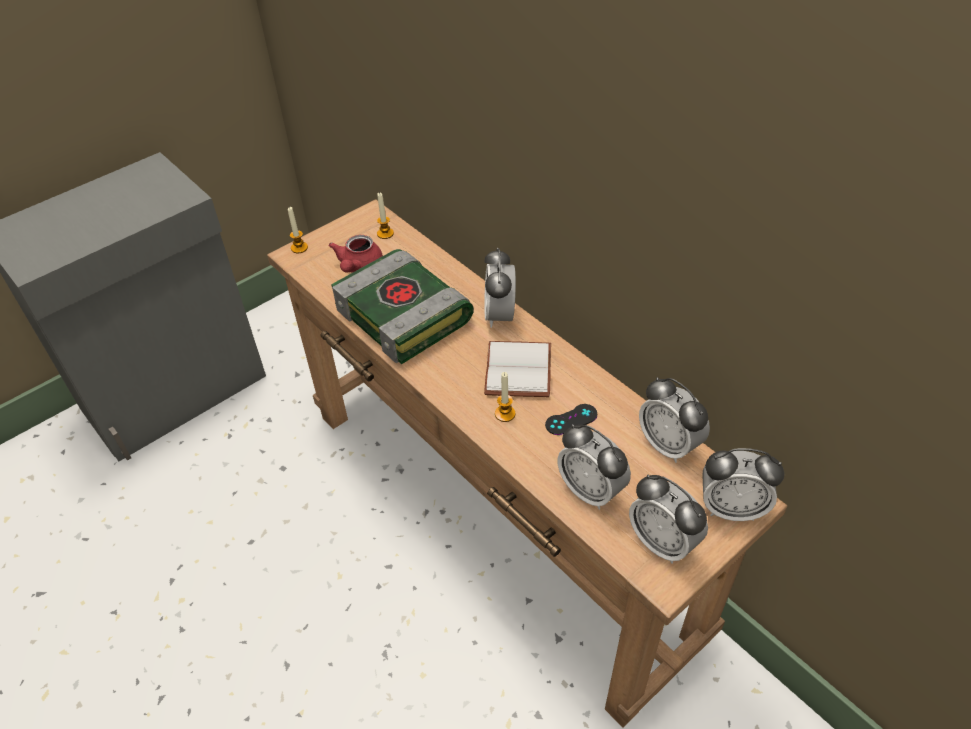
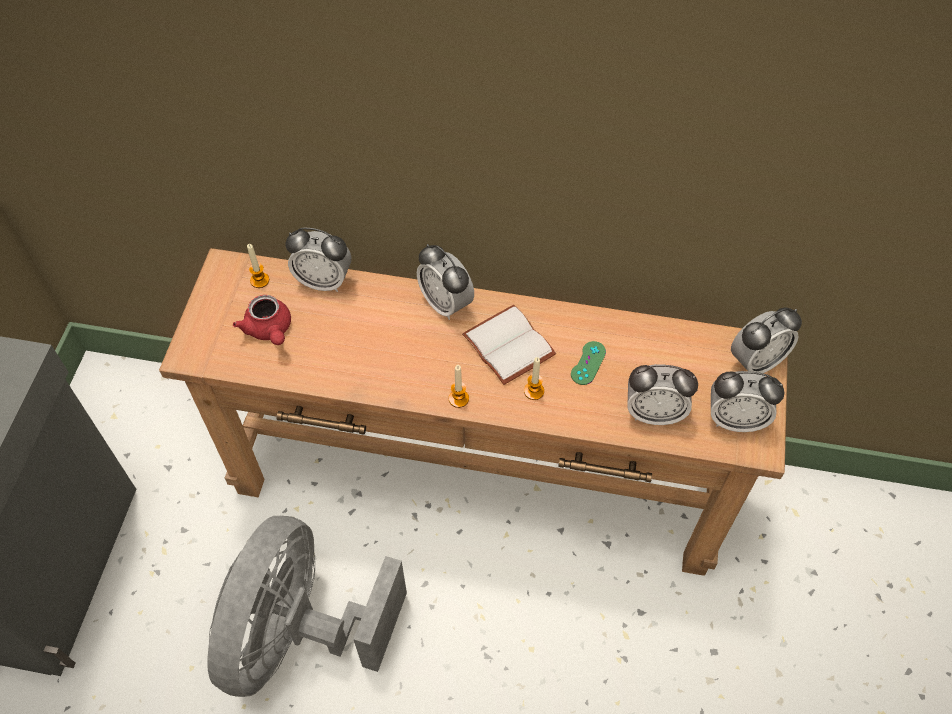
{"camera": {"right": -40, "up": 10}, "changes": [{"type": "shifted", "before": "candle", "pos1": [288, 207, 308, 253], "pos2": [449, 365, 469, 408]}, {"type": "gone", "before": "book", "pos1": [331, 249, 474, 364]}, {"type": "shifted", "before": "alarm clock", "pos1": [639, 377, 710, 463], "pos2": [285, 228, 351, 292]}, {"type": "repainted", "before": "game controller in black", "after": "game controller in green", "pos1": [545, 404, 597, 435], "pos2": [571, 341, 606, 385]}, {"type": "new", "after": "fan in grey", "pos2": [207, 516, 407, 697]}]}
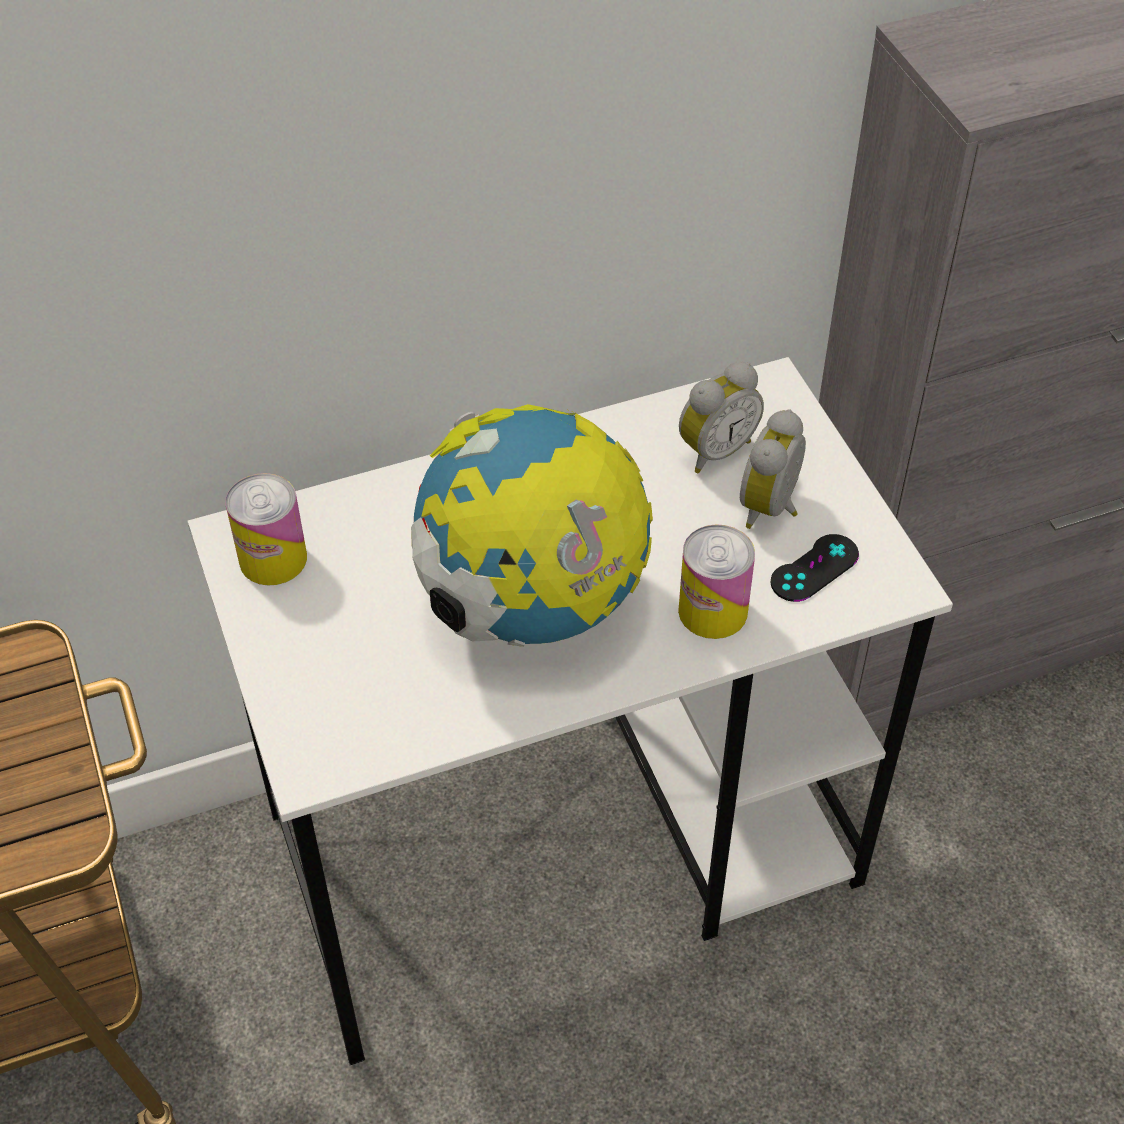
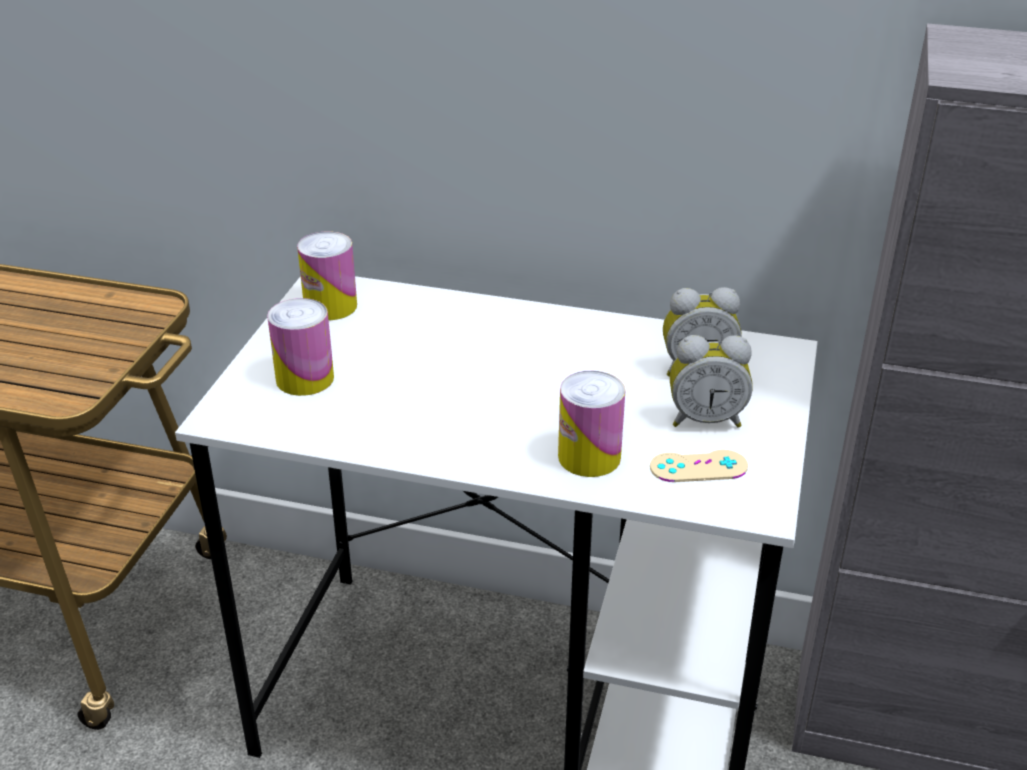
{"camera": {"right": 35, "up": -15}, "changes": [{"type": "gone", "before": "globe", "pos1": [411, 404, 653, 647]}, {"type": "rotated", "before": "alarm clock", "pos1": [740, 409, 806, 529], "pos2": [670, 335, 753, 428], "turn": -150}, {"type": "repainted", "before": "game controller in black", "after": "game controller in beige", "pos1": [770, 534, 859, 602], "pos2": [650, 450, 748, 482]}, {"type": "new", "after": "can", "pos2": [267, 298, 334, 396]}]}
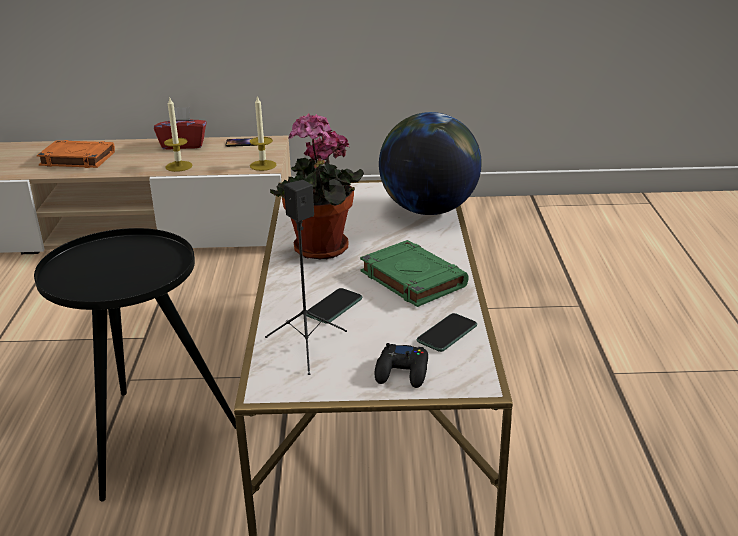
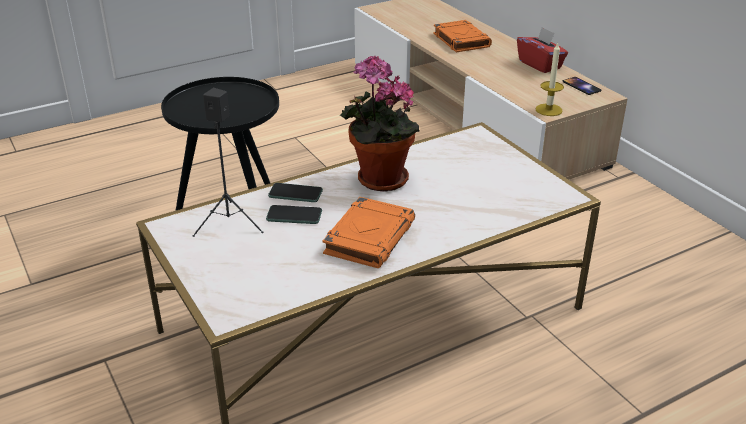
{"camera": {"right": 60, "up": 5}, "changes": [{"type": "gone", "before": "candle", "pos1": [164, 98, 193, 172]}, {"type": "gone", "before": "globe", "pos1": [379, 112, 482, 215]}, {"type": "repainted", "before": "book in green", "after": "book in orange", "pos1": [360, 240, 469, 307], "pos2": [322, 197, 415, 268]}, {"type": "shifted", "before": "phone", "pos1": [417, 313, 477, 352], "pos2": [268, 183, 323, 202]}, {"type": "gone", "before": "game controller in black", "pos1": [374, 343, 428, 388]}]}
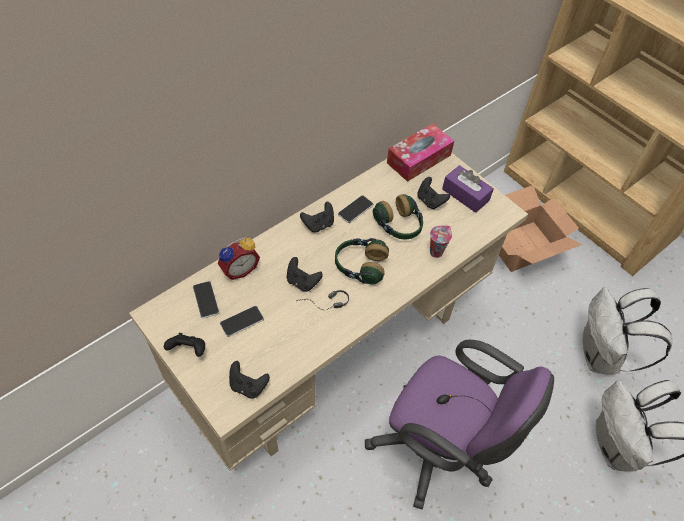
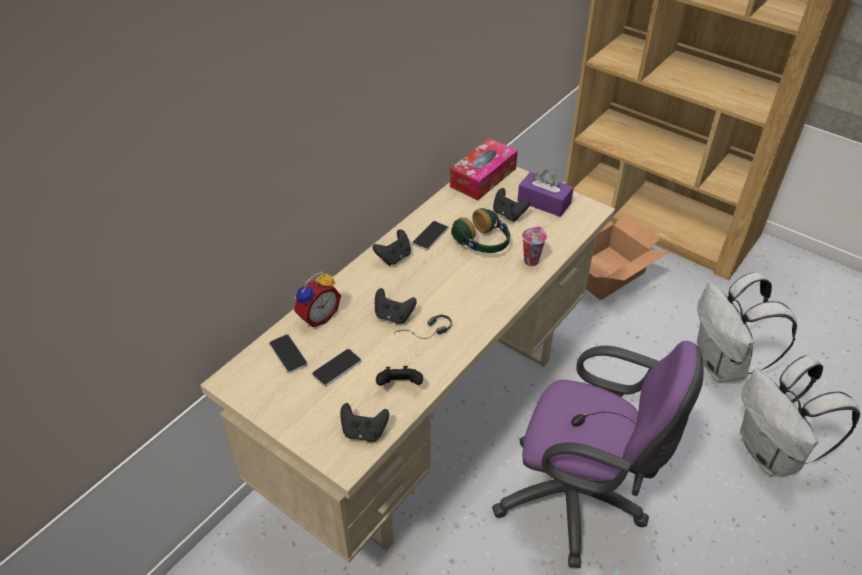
{"camera": {"right": -10, "up": -10}, "changes": [{"type": "gone", "before": "headphones", "pos1": [335, 238, 389, 285]}, {"type": "shifted", "before": "game controller in black", "pos1": [164, 333, 205, 357], "pos2": [376, 366, 423, 386]}]}
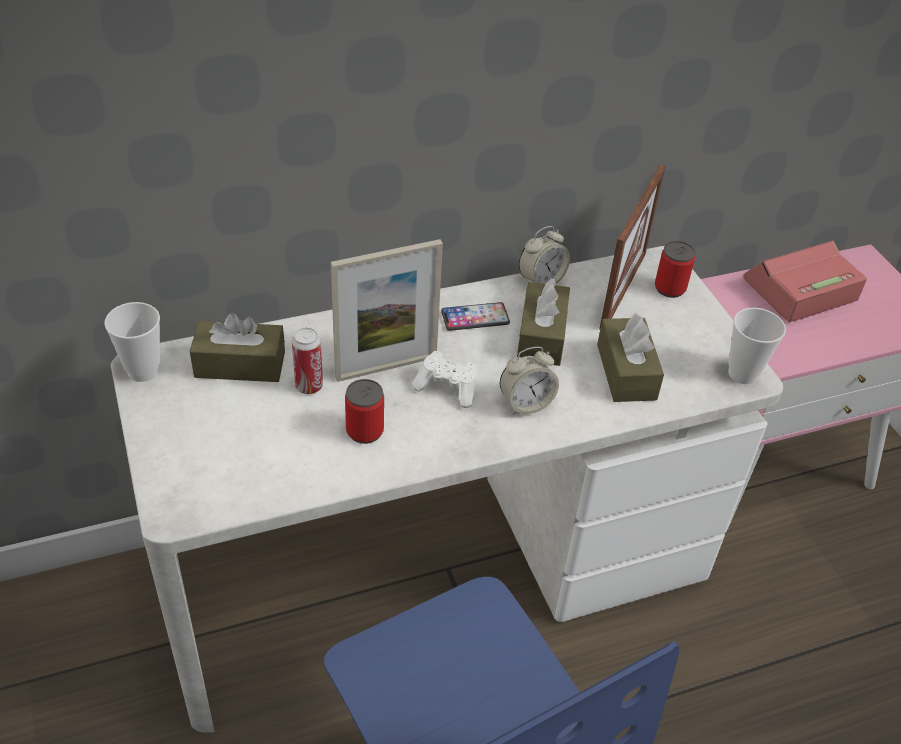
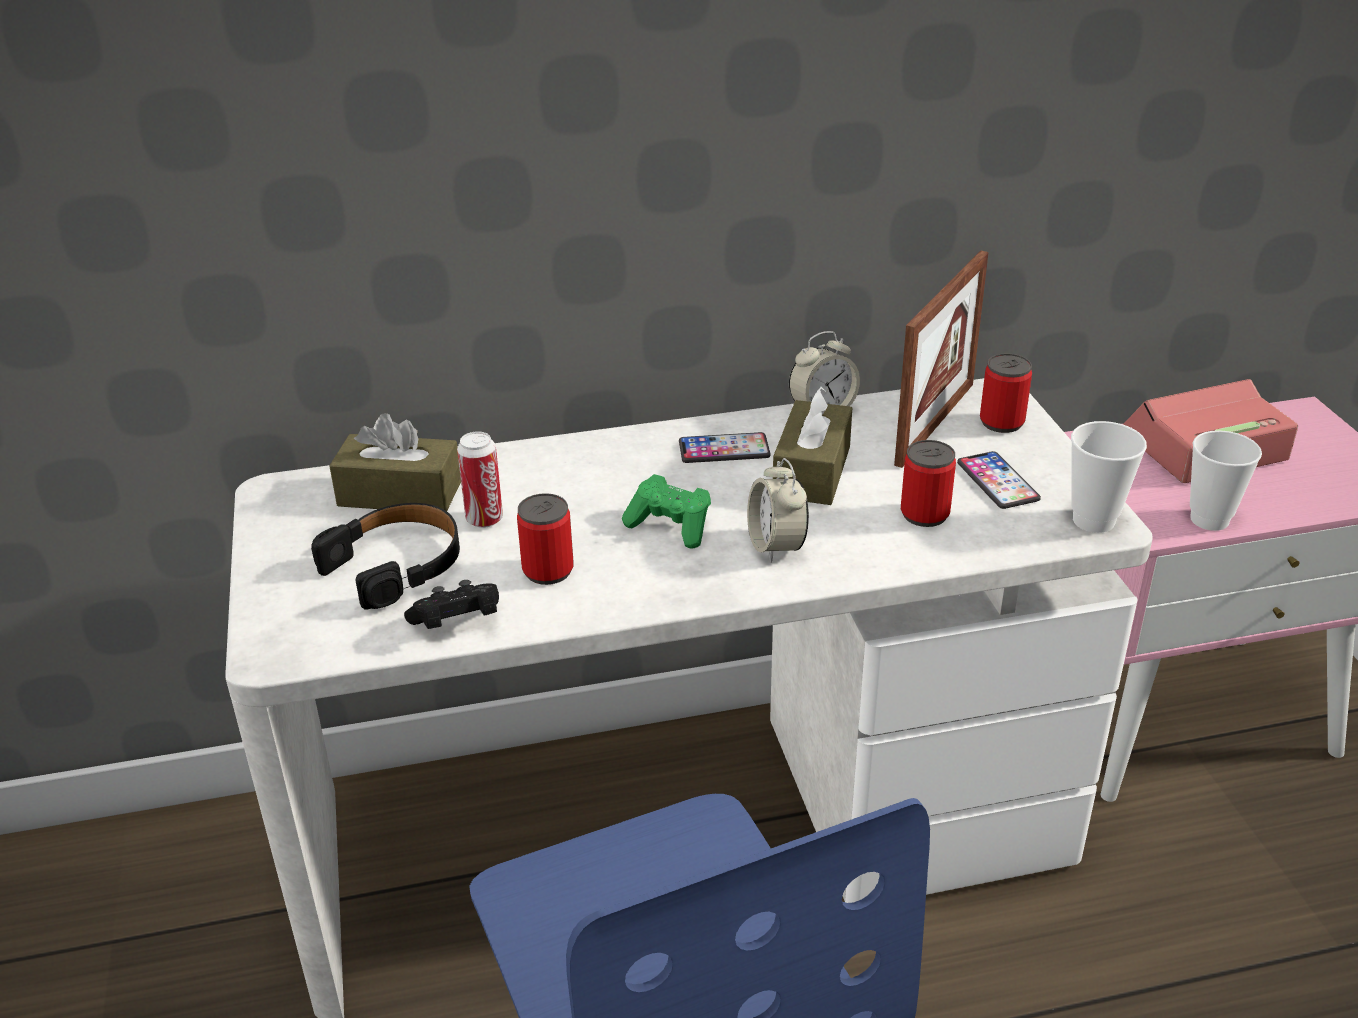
{"camera": {"right": 10, "up": -10}, "changes": [{"type": "gone", "before": "picture frame", "pos1": [331, 239, 443, 382]}, {"type": "shifted", "before": "cup", "pos1": [104, 302, 160, 382], "pos2": [1190, 430, 1262, 531]}, {"type": "swapped", "before": "tissue box in brown", "after": "can", "pos1": [597, 313, 664, 402], "pos2": [901, 440, 956, 527]}, {"type": "rotated", "before": "alarm clock", "pos1": [500, 347, 559, 415], "pos2": [747, 458, 809, 563], "turn": 90}, {"type": "repainted", "before": "game controller in white", "after": "game controller in green", "pos1": [412, 351, 477, 408], "pos2": [622, 474, 711, 549]}, {"type": "new", "after": "phone", "pos2": [957, 451, 1041, 509]}, {"type": "new", "after": "headphones in black", "pos2": [311, 503, 460, 610]}, {"type": "new", "after": "game controller in black", "pos2": [404, 580, 499, 629]}]}
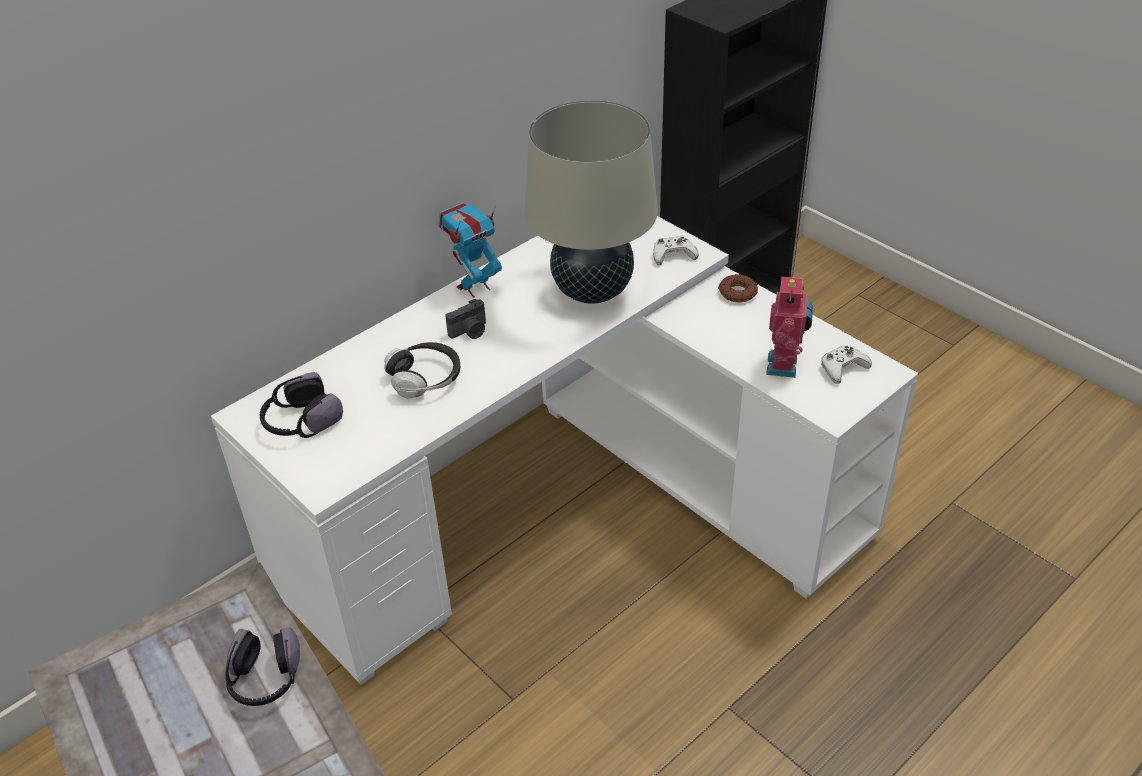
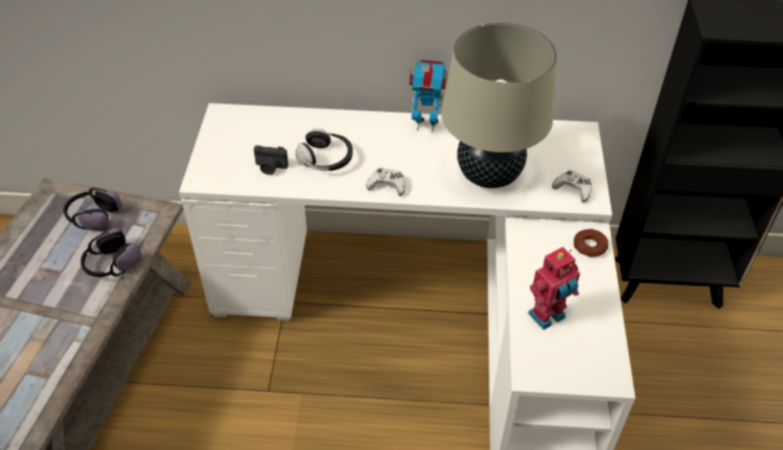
{"camera": {"right": 45, "up": 5}, "changes": [{"type": "shifted", "before": "photo camera", "pos1": [445, 299, 486, 339], "pos2": [254, 145, 288, 175]}, {"type": "shifted", "before": "game controller in white", "pos1": [821, 345, 872, 384], "pos2": [366, 168, 405, 196]}, {"type": "shifted", "before": "headphones", "pos1": [260, 372, 343, 438], "pos2": [63, 188, 122, 231]}]}
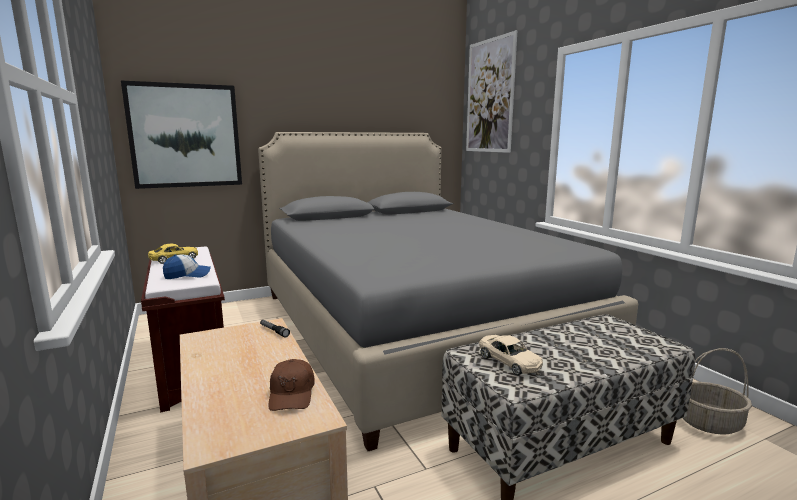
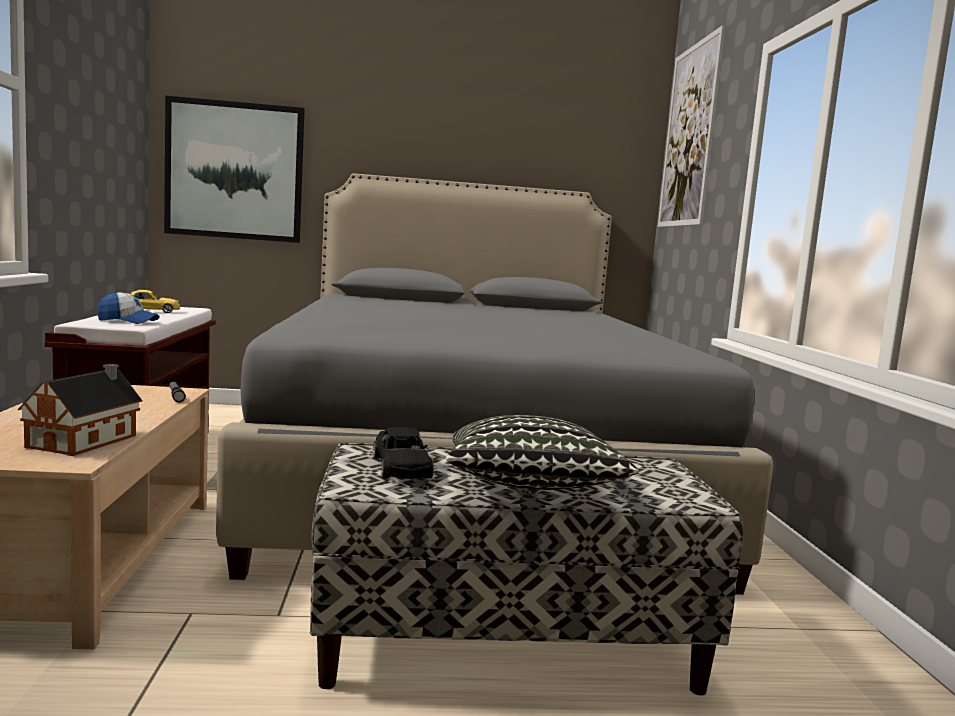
{"camera": {"right": 20, "up": -5}, "changes": [{"type": "repainted", "before": "toy car in beige", "after": "toy car in black", "pos1": [479, 335, 543, 375], "pos2": [373, 427, 433, 479]}, {"type": "gone", "before": "basket", "pos1": [683, 348, 752, 435]}, {"type": "swapped", "before": "cap in brown", "after": "toy house", "pos1": [268, 359, 315, 411], "pos2": [18, 364, 142, 456]}, {"type": "new", "after": "pillow", "pos2": [446, 415, 639, 490]}]}
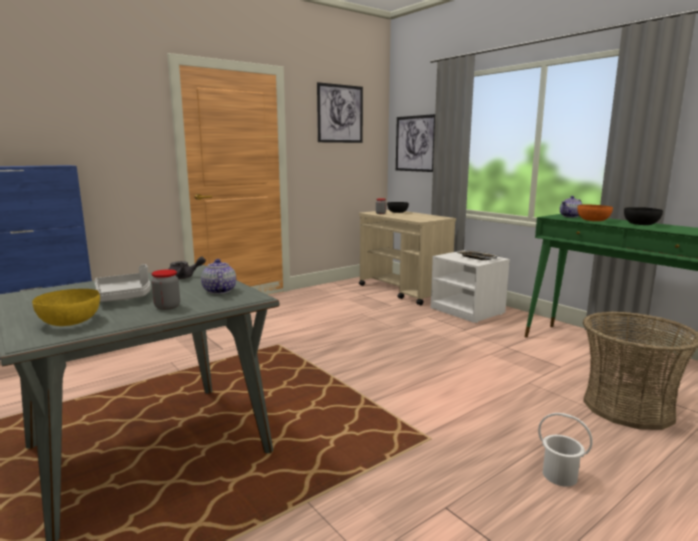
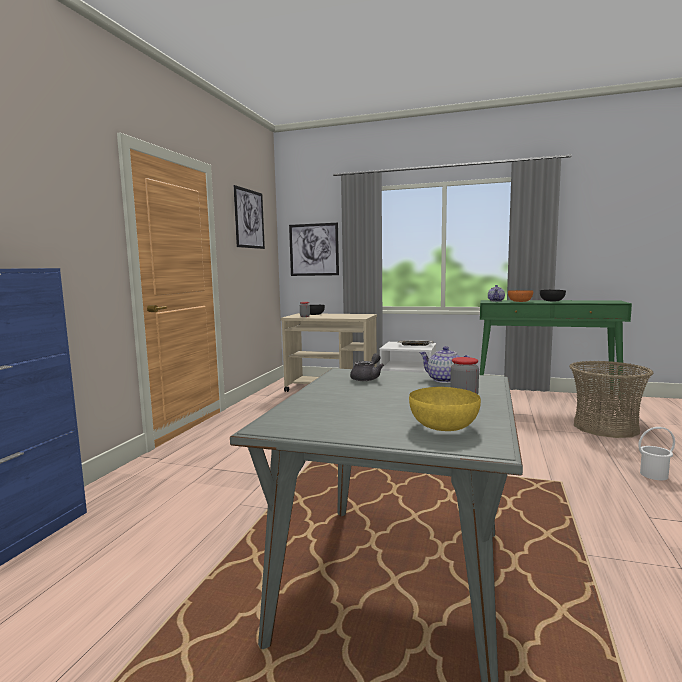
{"camera": {"right": -35, "up": -5}, "changes": [{"type": "gone", "before": "tray in grey", "pos1": [95, 264, 151, 302]}]}
